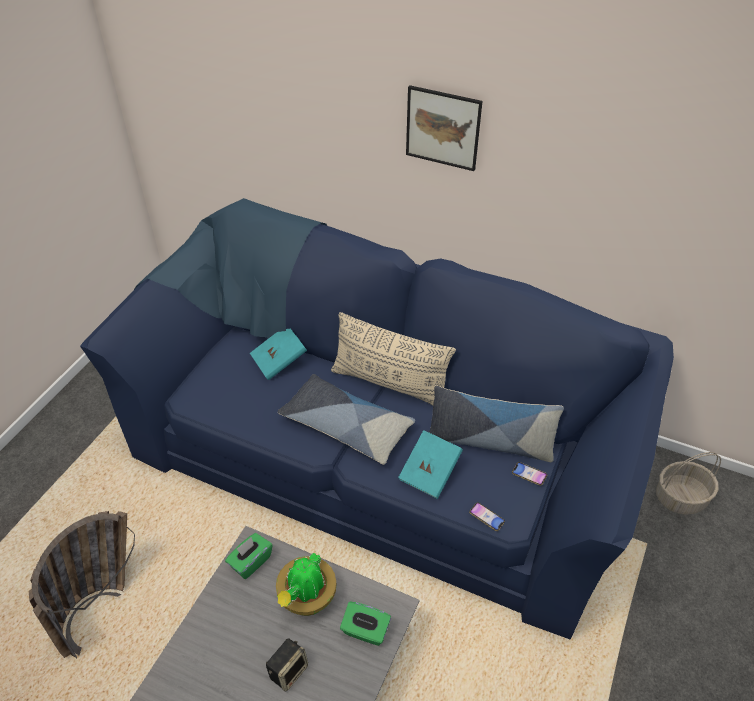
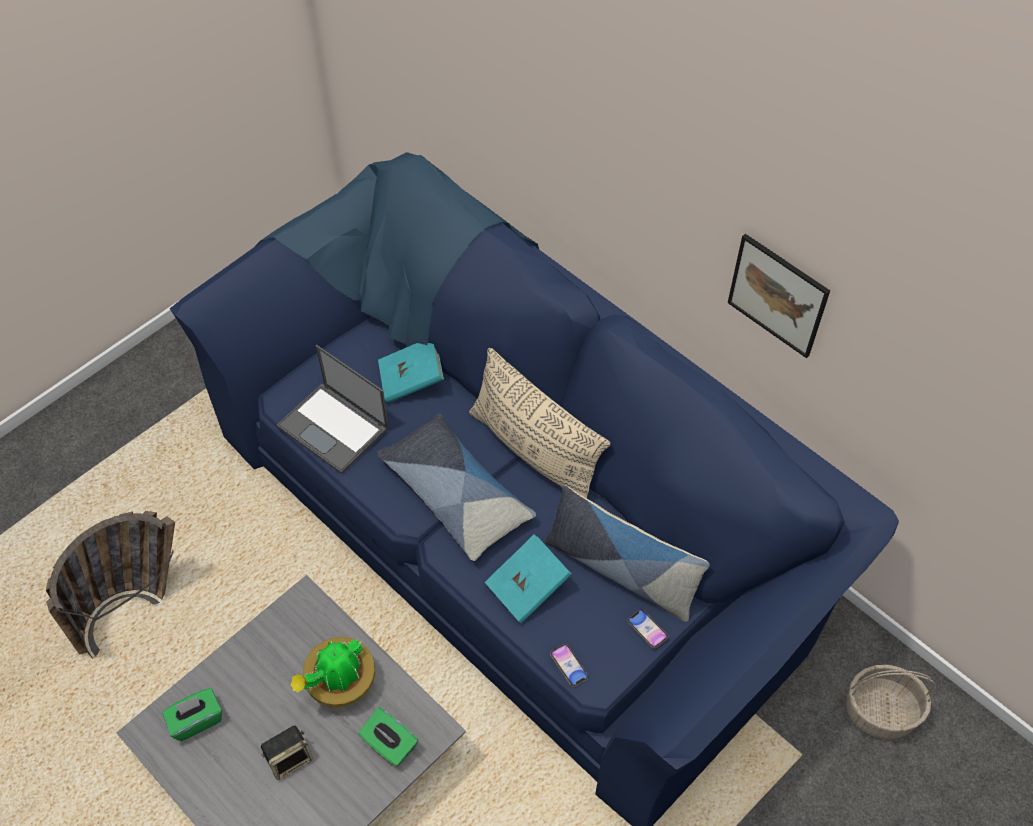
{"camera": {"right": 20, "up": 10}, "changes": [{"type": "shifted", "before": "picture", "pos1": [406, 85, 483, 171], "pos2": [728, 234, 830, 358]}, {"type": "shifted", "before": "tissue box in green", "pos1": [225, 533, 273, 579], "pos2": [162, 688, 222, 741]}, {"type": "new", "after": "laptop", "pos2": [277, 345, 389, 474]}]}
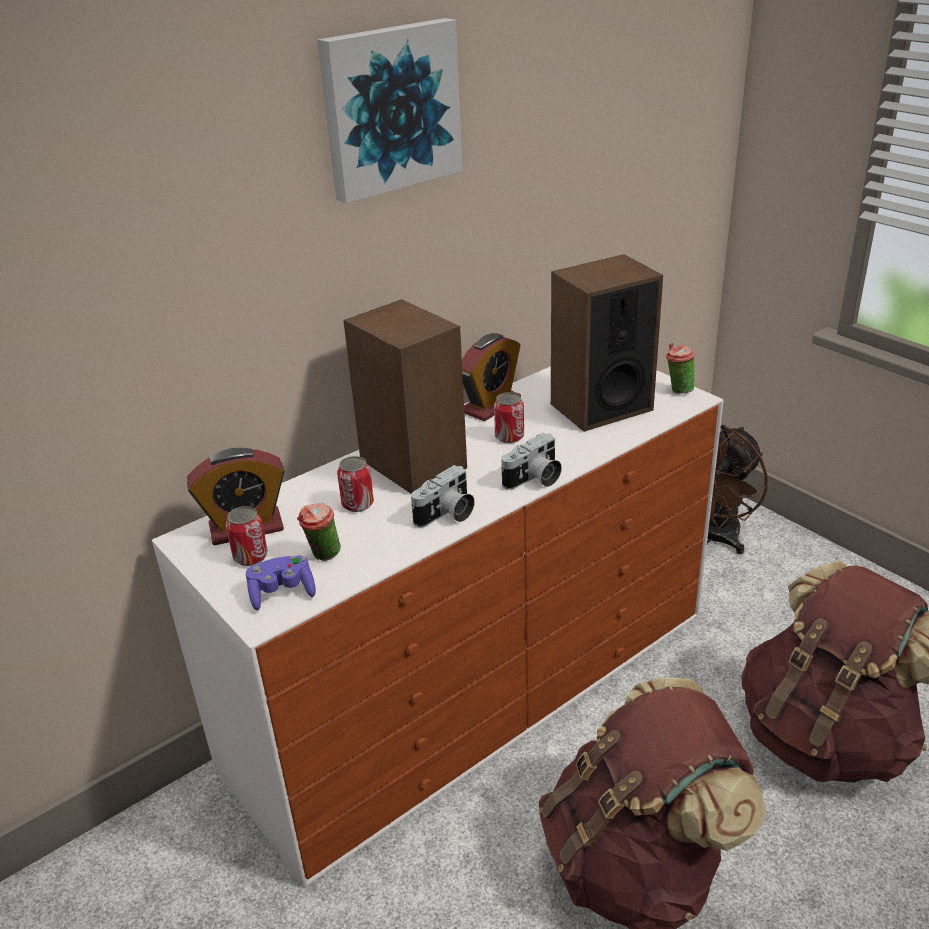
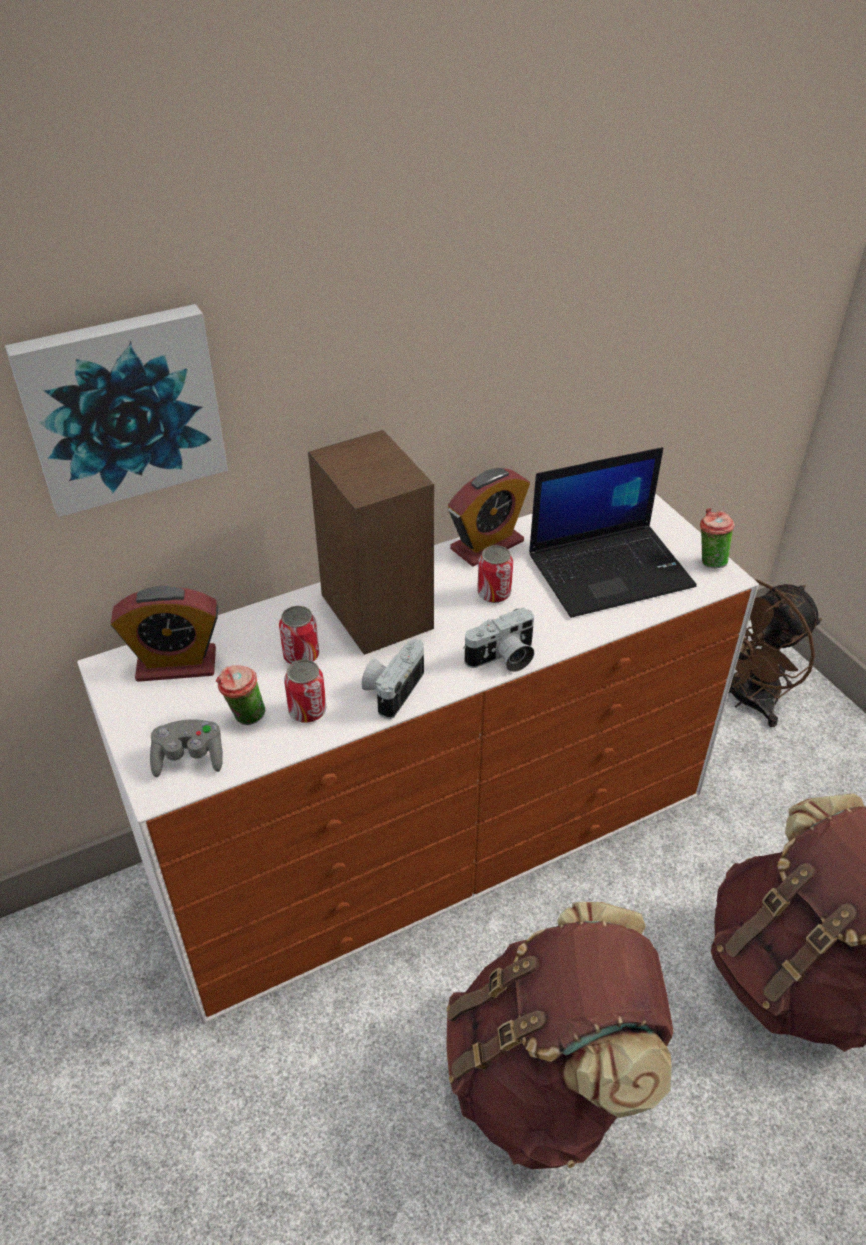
{"camera": {"right": 10, "up": 10}, "changes": [{"type": "shifted", "before": "picture", "pos1": [318, 18, 463, 203], "pos2": [5, 304, 228, 517]}, {"type": "swapped", "before": "speaker", "after": "laptop", "pos1": [551, 254, 663, 432], "pos2": [529, 447, 697, 618]}, {"type": "rotated", "before": "photo camera", "pos1": [411, 465, 475, 528], "pos2": [362, 639, 424, 719], "turn": 150}, {"type": "shifted", "before": "can", "pos1": [226, 506, 268, 566], "pos2": [284, 660, 326, 723]}, {"type": "repainted", "before": "game controller in purple", "after": "game controller in grey", "pos1": [246, 556, 316, 611], "pos2": [150, 719, 223, 777]}]}
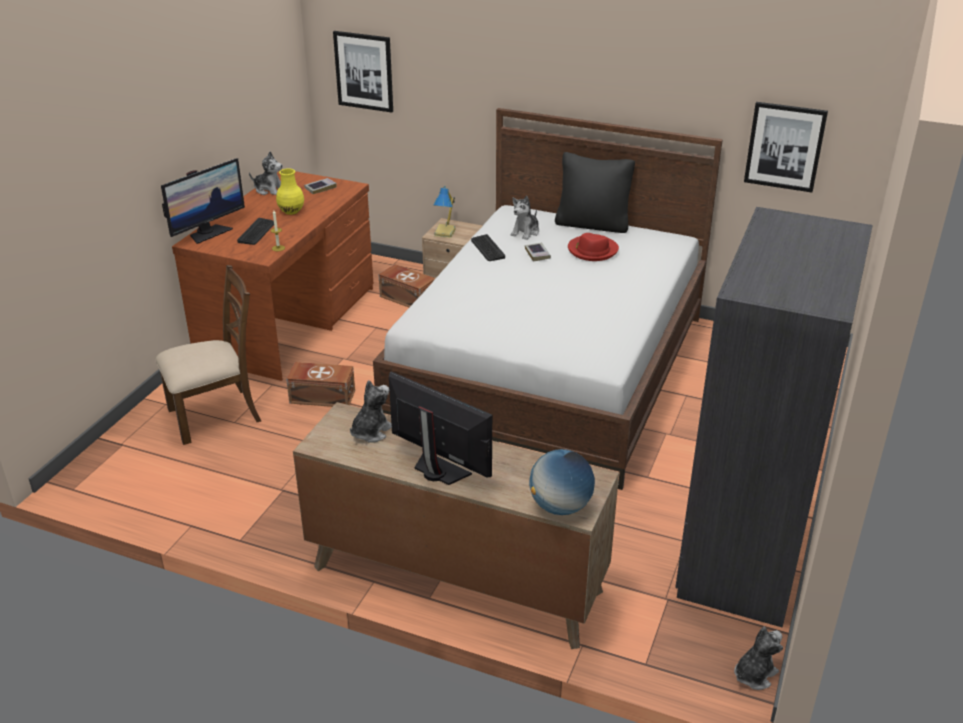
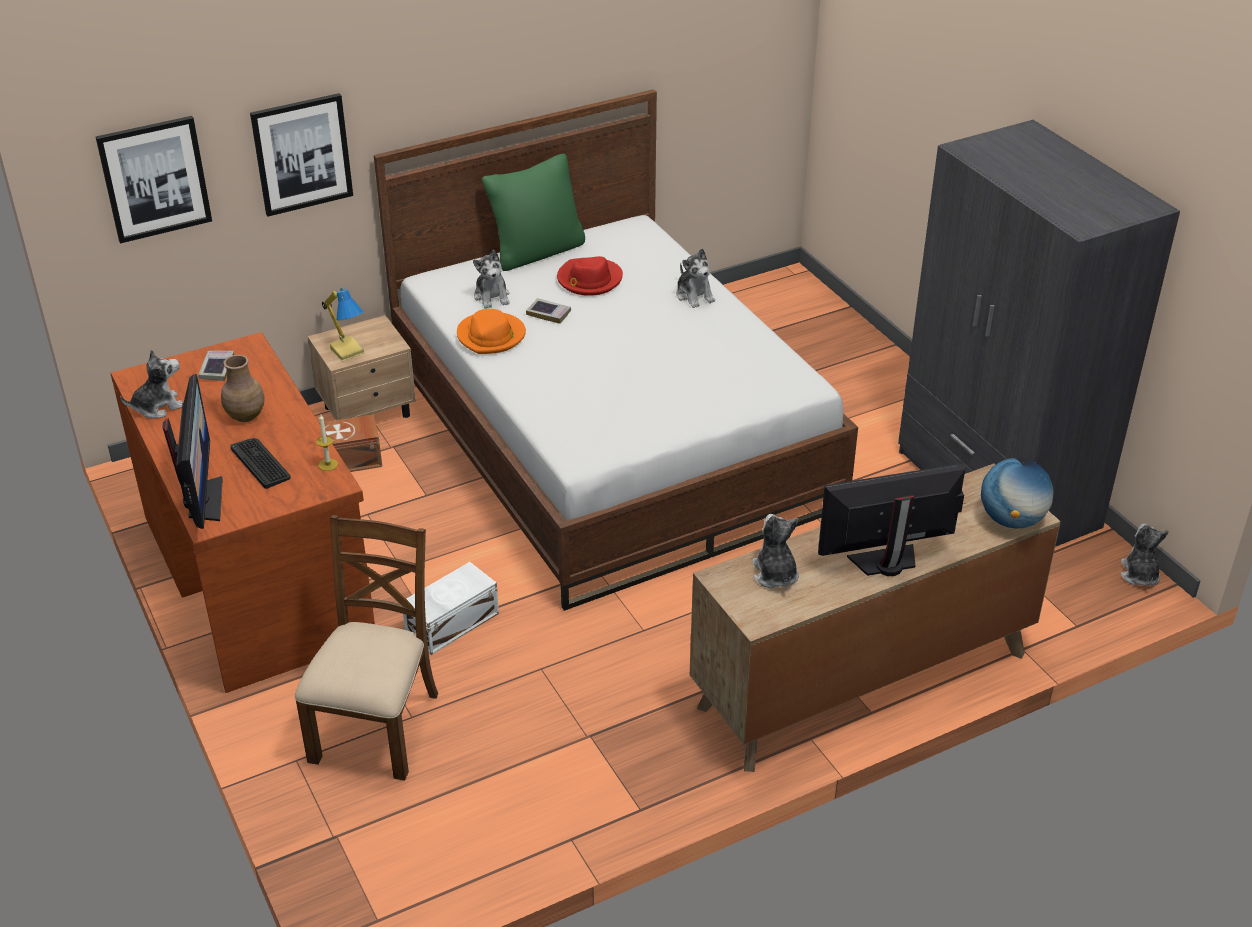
{"camera": {"right": -50, "up": 5}, "changes": [{"type": "shifted", "before": "picture", "pos1": [744, 102, 828, 192], "pos2": [250, 93, 353, 216]}, {"type": "repainted", "before": "pillow in black", "after": "pillow in green", "pos1": [555, 152, 635, 233], "pos2": [482, 153, 585, 271]}, {"type": "repainted", "before": "vase in yellow", "after": "vase in brown", "pos1": [276, 168, 304, 215], "pos2": [221, 355, 265, 422]}, {"type": "swapped", "before": "keyboard", "after": "hat in orange", "pos1": [471, 234, 505, 261], "pos2": [457, 309, 526, 354]}, {"type": "repainted", "before": "storage box in brown", "after": "storage box in white", "pos1": [286, 362, 355, 407], "pos2": [403, 562, 499, 655]}, {"type": "new", "after": "plush toy", "pos2": [676, 248, 715, 308]}]}
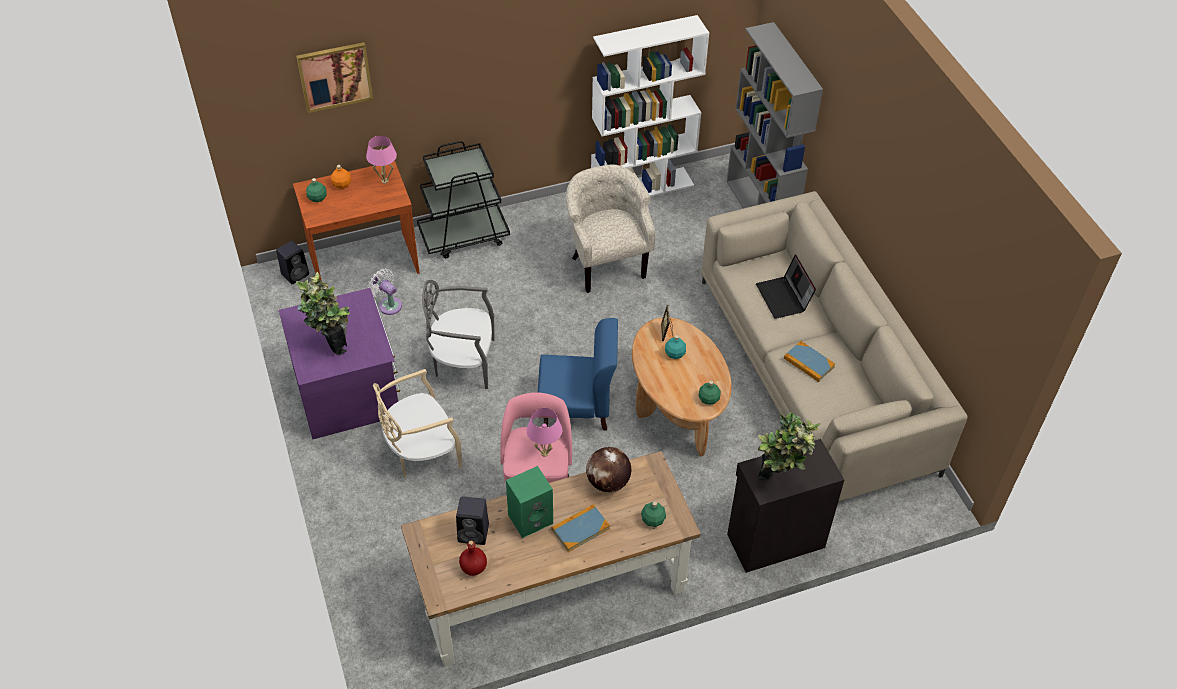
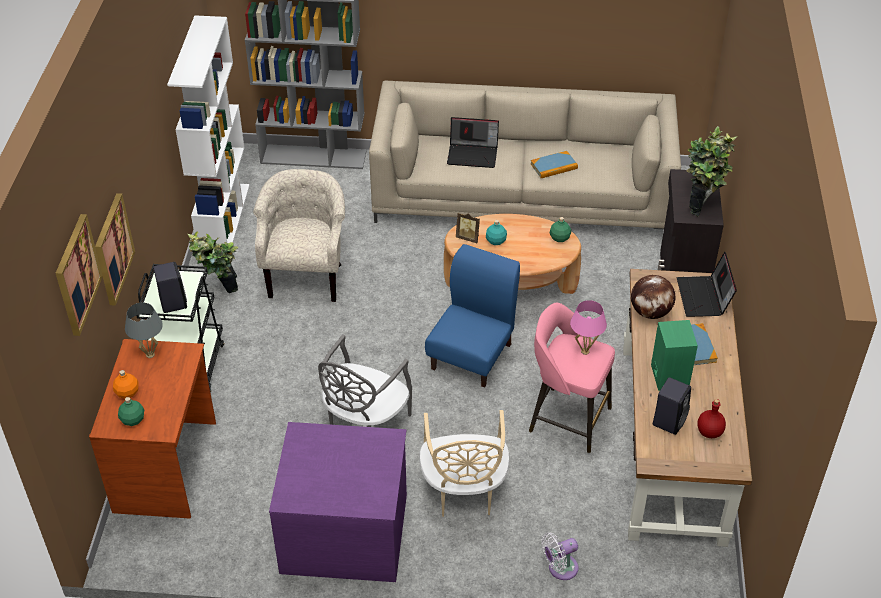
{"camera": {"right": -65, "up": -5}, "changes": [{"type": "repainted", "before": "table lamp in pink", "after": "table lamp in grey", "pos1": [366, 136, 397, 183], "pos2": [125, 303, 163, 358]}, {"type": "rotated", "before": "armchair in beige", "pos1": [566, 164, 655, 293], "pos2": [253, 169, 345, 302], "turn": 90}, {"type": "shifted", "before": "speaker in black", "pos1": [276, 241, 309, 284], "pos2": [153, 262, 187, 313]}, {"type": "shifted", "before": "fan in white", "pos1": [368, 268, 402, 315], "pos2": [541, 533, 578, 580]}, {"type": "shifted", "before": "potted plant", "pos1": [296, 272, 350, 356], "pos2": [188, 231, 238, 293]}, {"type": "swapped", "before": "bottle in green", "after": "laptop", "pos1": [641, 501, 666, 527], "pos2": [677, 251, 737, 317]}, {"type": "new", "after": "picture", "pos2": [95, 193, 135, 306]}]}
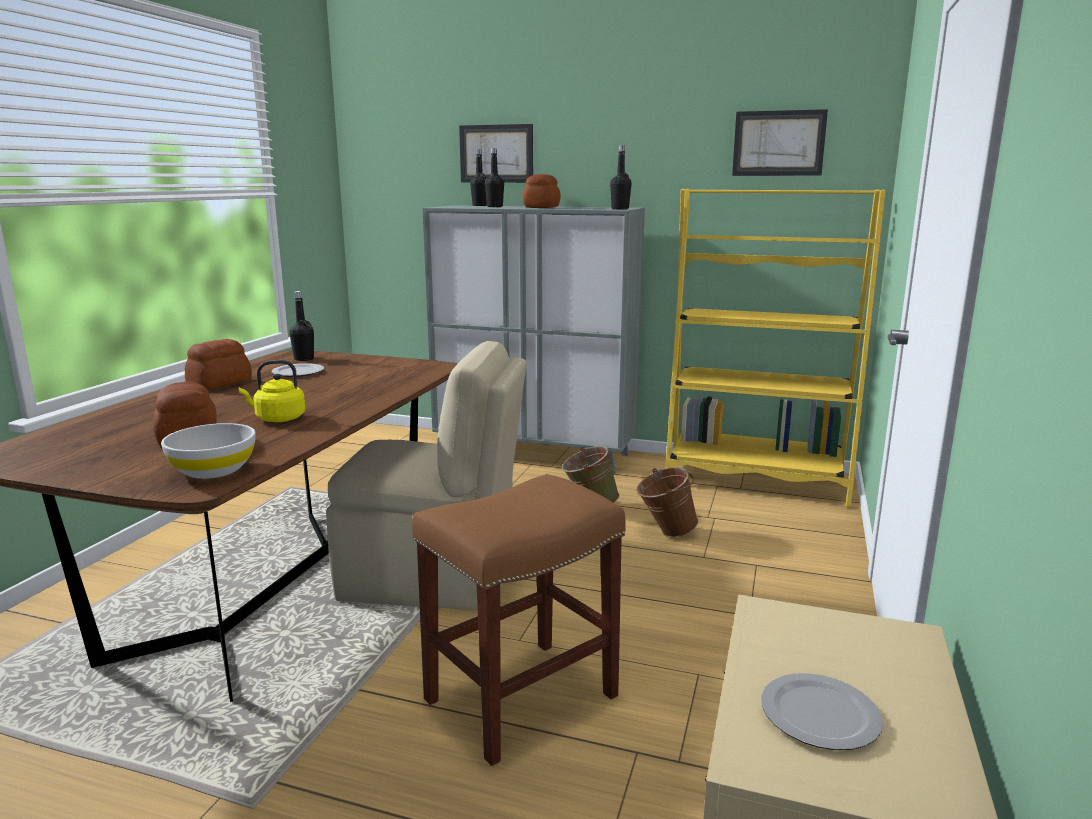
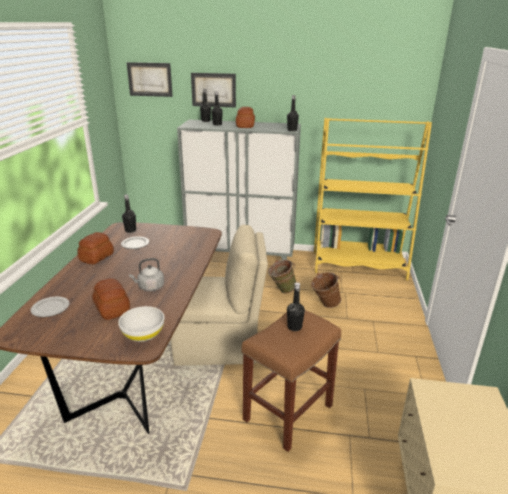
{"camera": {"right": -10, "up": 10}, "changes": [{"type": "shifted", "before": "picture", "pos1": [732, 109, 828, 176], "pos2": [127, 62, 173, 97]}, {"type": "repainted", "before": "kettle in yellow", "after": "kettle in grey", "pos1": [239, 360, 305, 422], "pos2": [129, 258, 164, 291]}, {"type": "shifted", "before": "plate", "pos1": [761, 673, 883, 750], "pos2": [31, 297, 69, 317]}, {"type": "new", "after": "bottle in black", "pos2": [287, 282, 305, 331]}]}
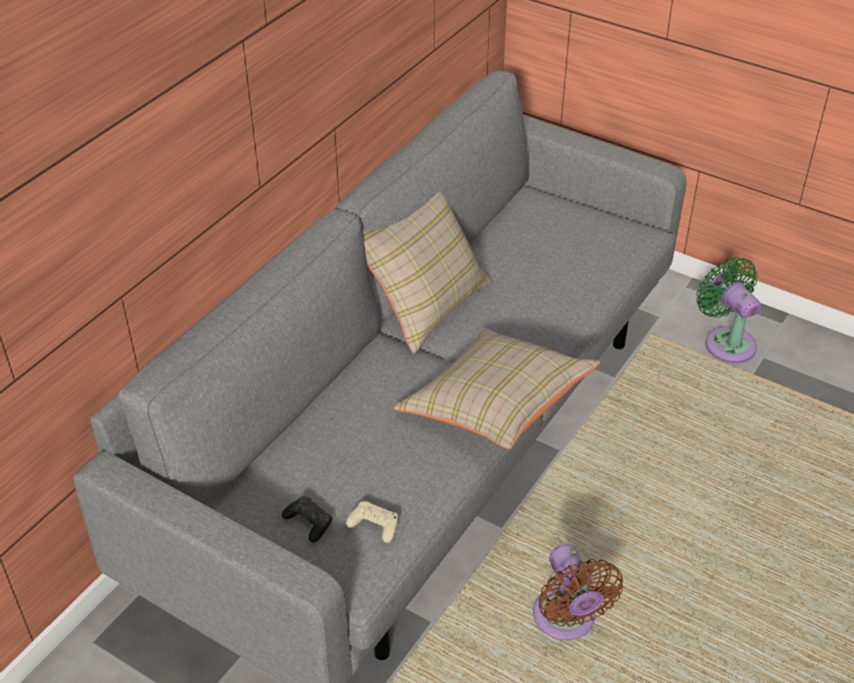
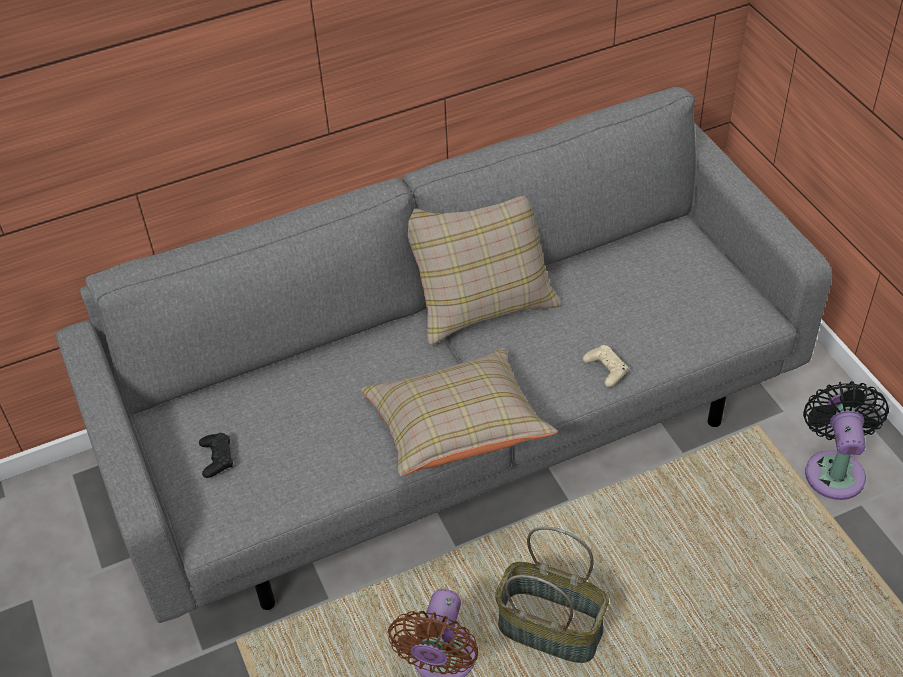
{"camera": {"right": 35, "up": 5}, "changes": [{"type": "repainted", "before": "fan in green", "after": "fan in black", "pos1": [696, 257, 761, 363], "pos2": [803, 381, 889, 500]}, {"type": "shifted", "before": "game controller in beige", "pos1": [346, 501, 399, 543], "pos2": [583, 345, 628, 387]}, {"type": "new", "after": "basket", "pos2": [495, 527, 609, 663]}]}
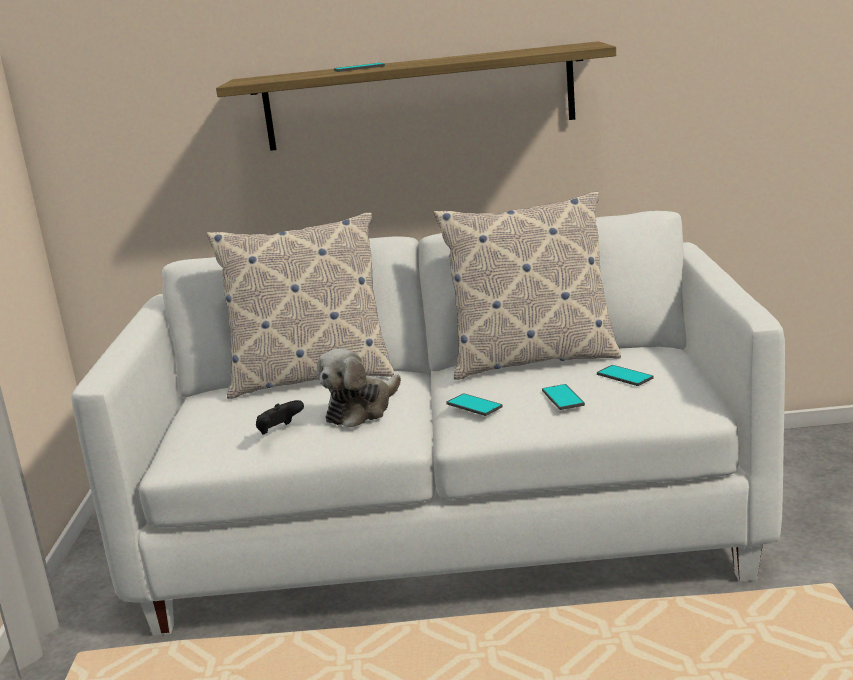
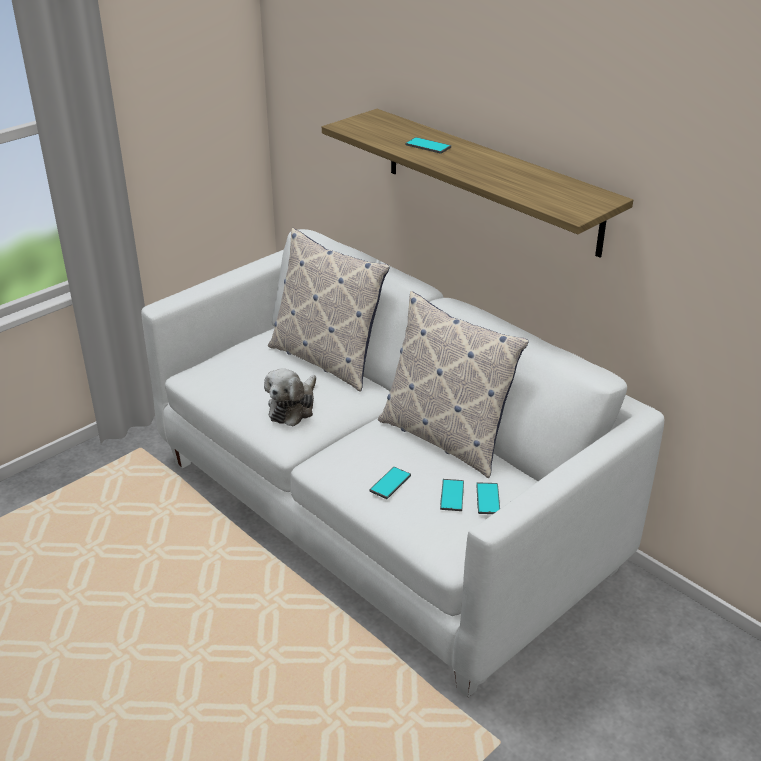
{"camera": {"right": 45, "up": 15}, "changes": [{"type": "rotated", "before": "plush toy", "pos1": [316, 348, 401, 428], "pos2": [264, 369, 316, 426], "turn": -60}, {"type": "shifted", "before": "phone", "pos1": [446, 393, 503, 416], "pos2": [476, 483, 500, 514]}, {"type": "gone", "before": "game controller in black", "pos1": [256, 400, 304, 434]}]}
